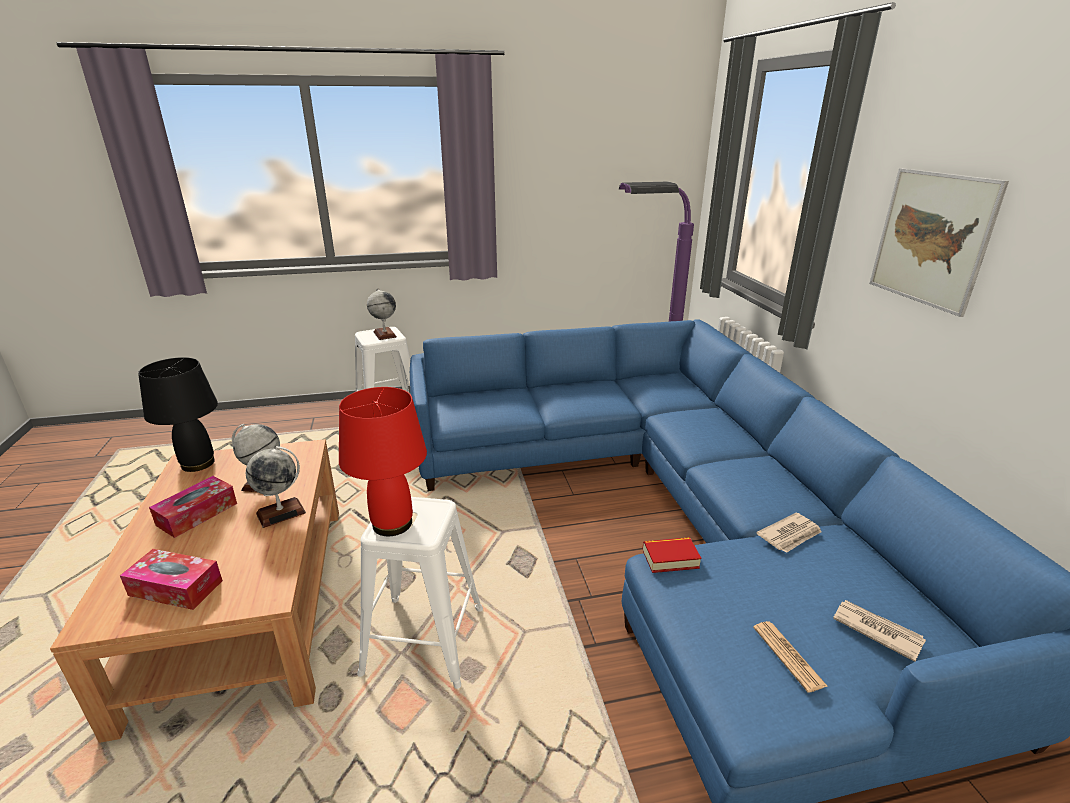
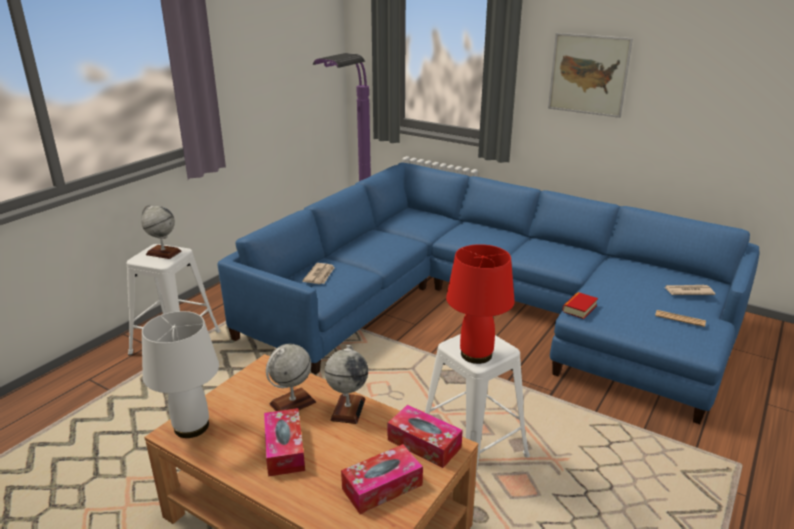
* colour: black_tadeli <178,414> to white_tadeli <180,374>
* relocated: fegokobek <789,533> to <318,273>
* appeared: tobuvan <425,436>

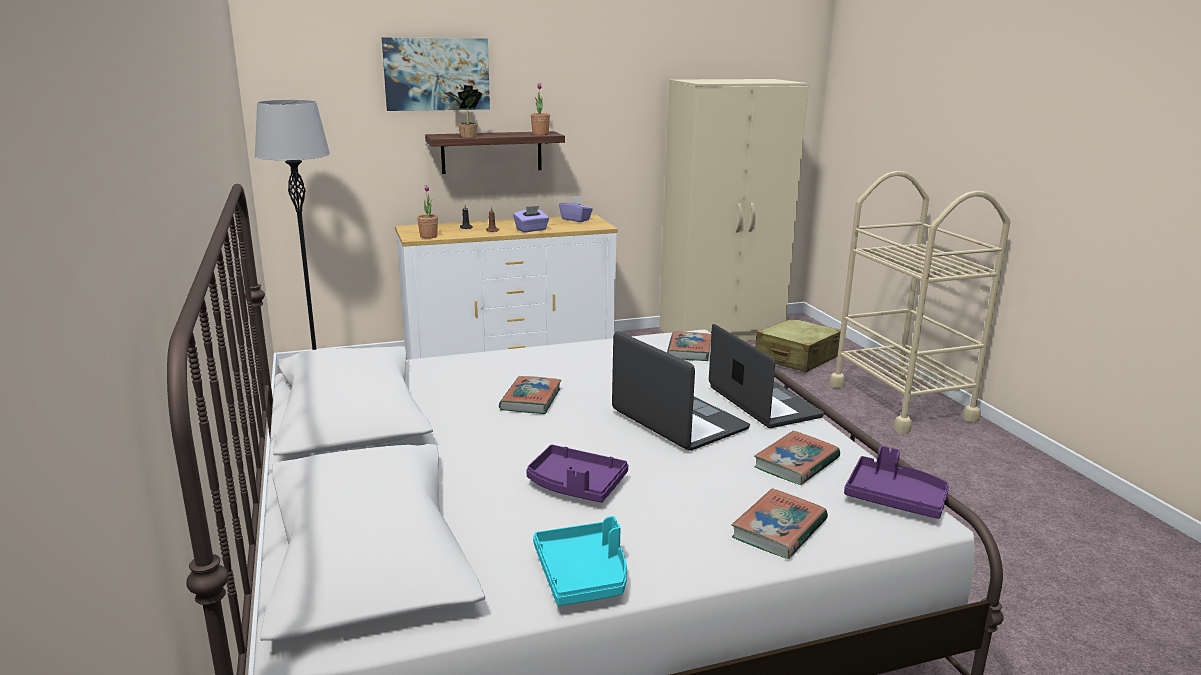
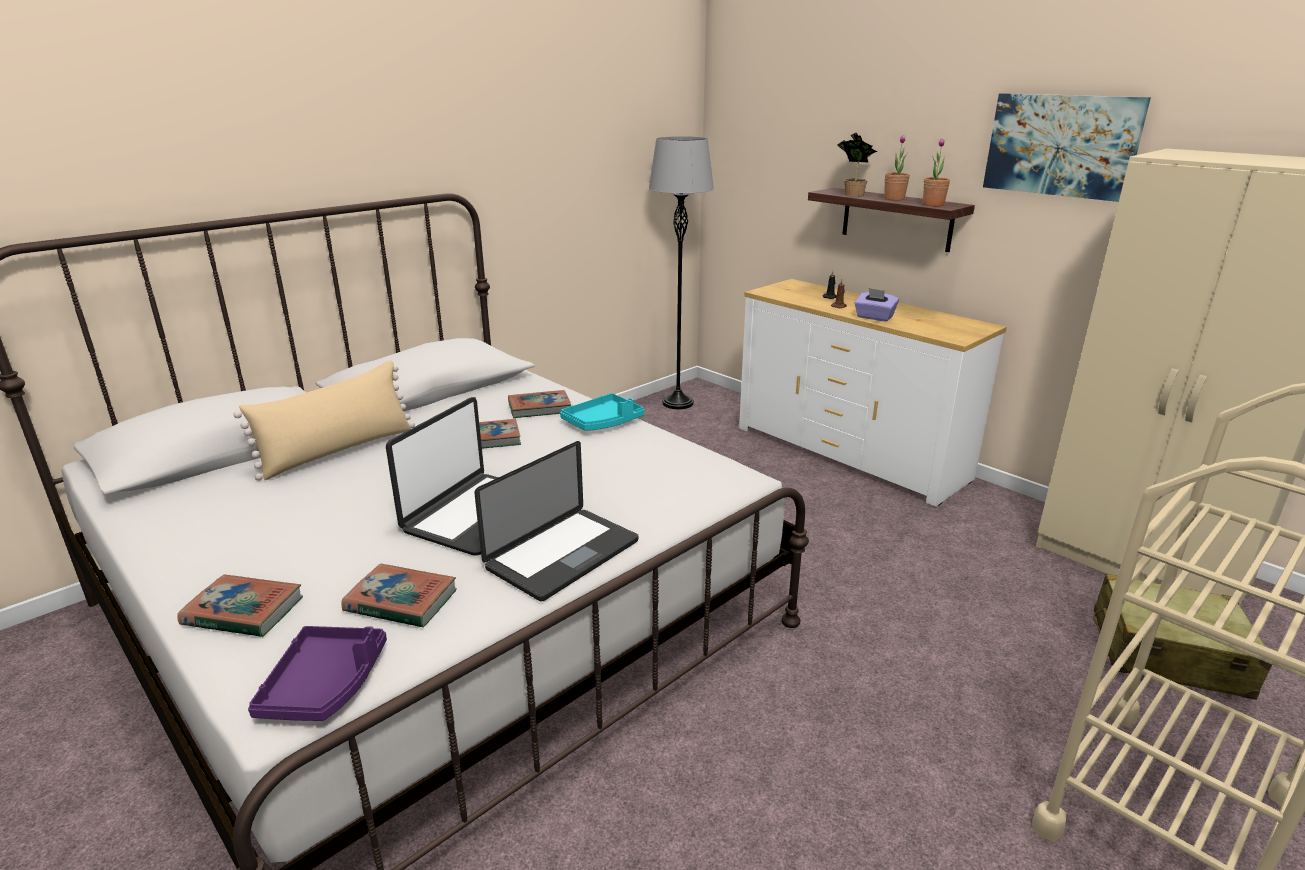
* appeared: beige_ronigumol <324,420>
* relocated: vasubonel <689,346> to <539,404>
* relocated: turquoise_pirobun <580,561> to <602,412>
* relocated: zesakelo <427,212> to <897,167>
* relocated: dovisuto <436,74> to <1067,147>
* missing: purple_pirobun <577,474>
* missing: purple_tobuvan <576,208>

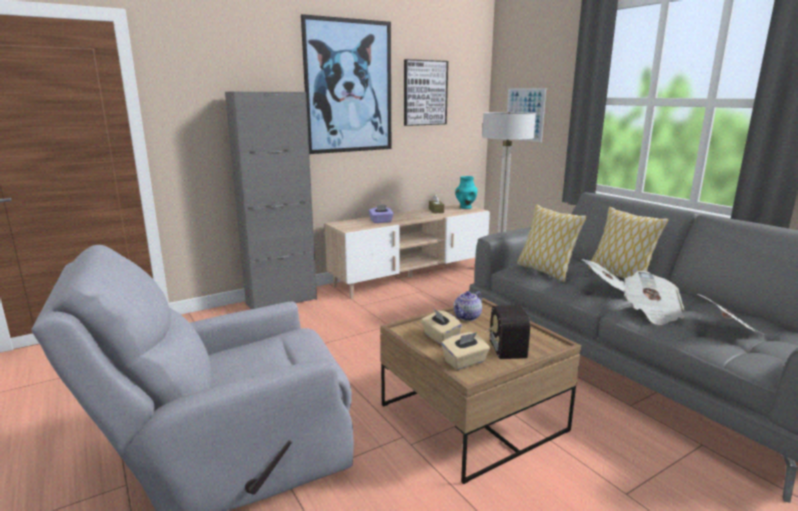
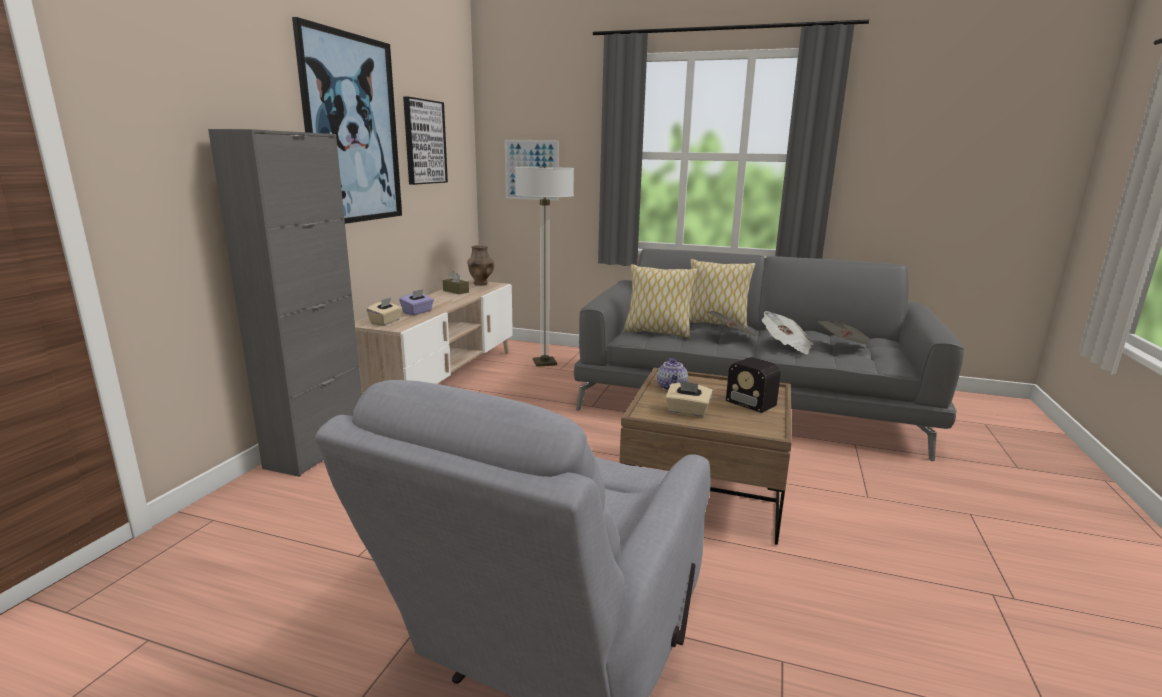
* relocated: beige_tobuvan <465,351> to <384,312>
* colour: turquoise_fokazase <466,192> to brown_fokazase <480,265>

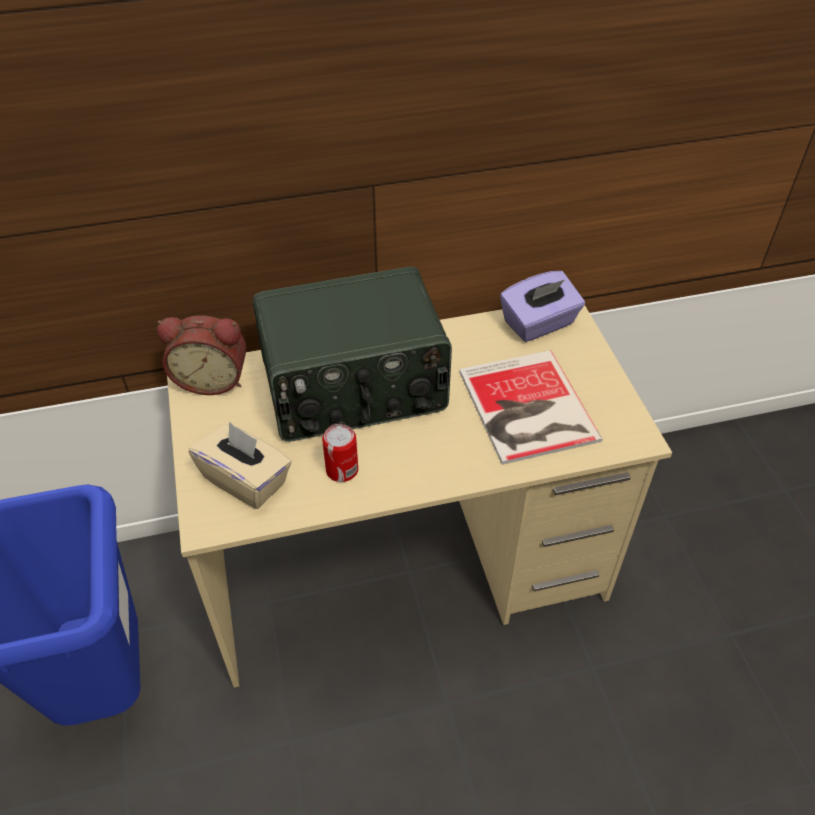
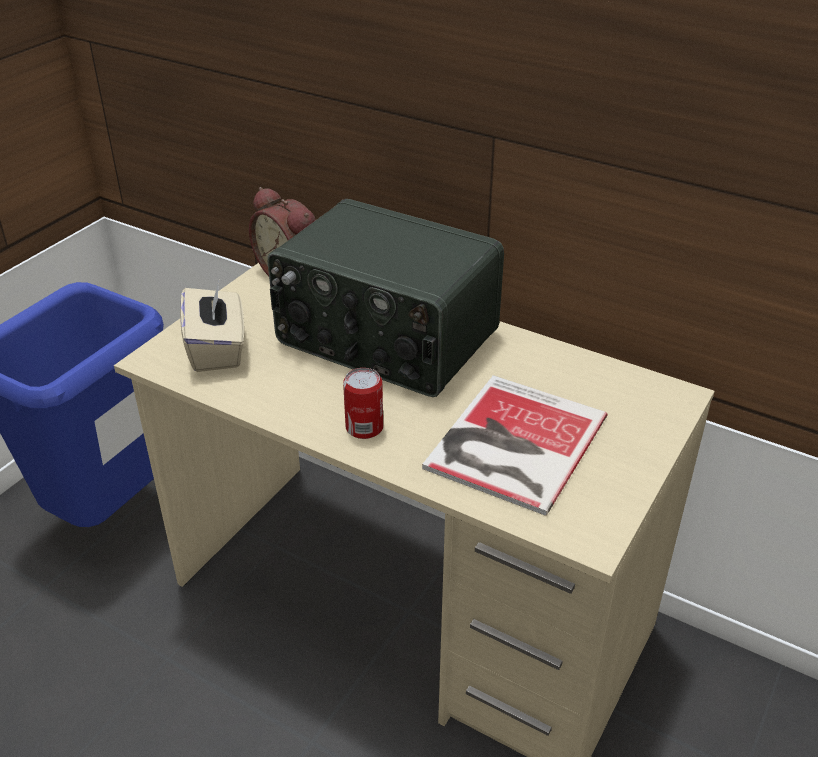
* relocated: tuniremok <340,453> to <363,403>
* missing: purple_tobuvan <542,306>

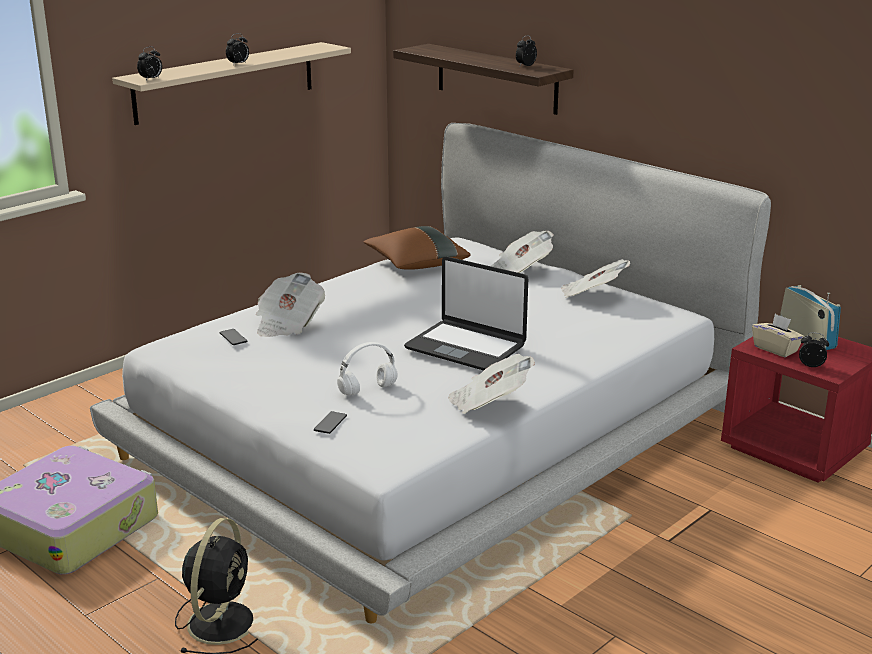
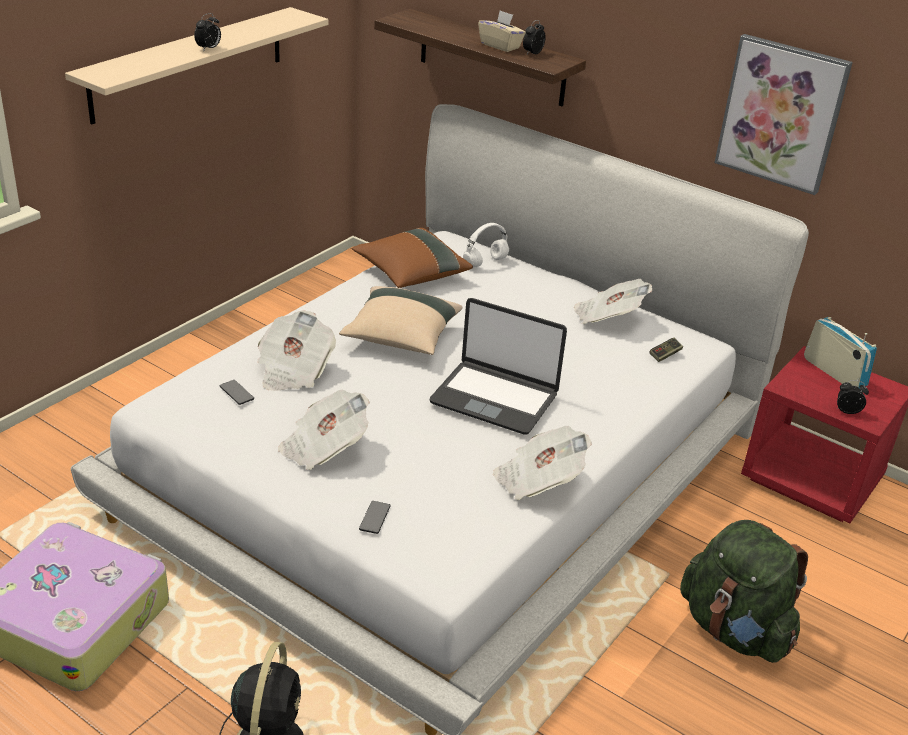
* relocated: fegokobek <522,252> to <324,429>
* appeared: beige_ronigumol <400,320>
* relocated: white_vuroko <367,368> to <486,245>
* relocated: beige_tobuvan <778,335> to <502,31>
* appeared: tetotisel <666,350>
* appeared: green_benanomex <744,591>
* appeared: dovisuto <783,114>
* missing: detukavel <149,63>

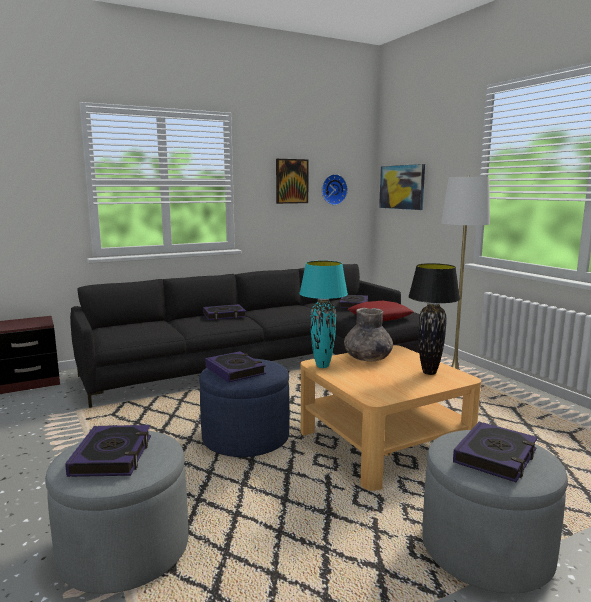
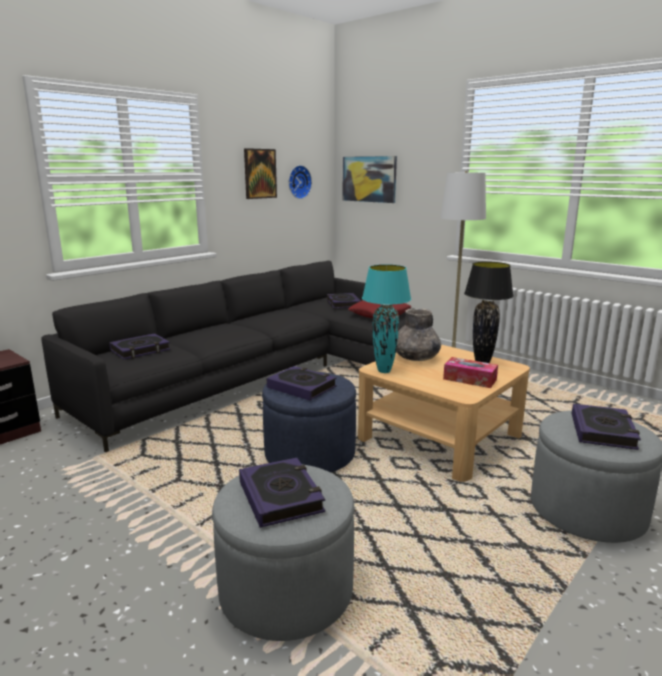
* relocated: vasubonel <224,312> to <139,346>
* appeared: tobuvan <470,372>

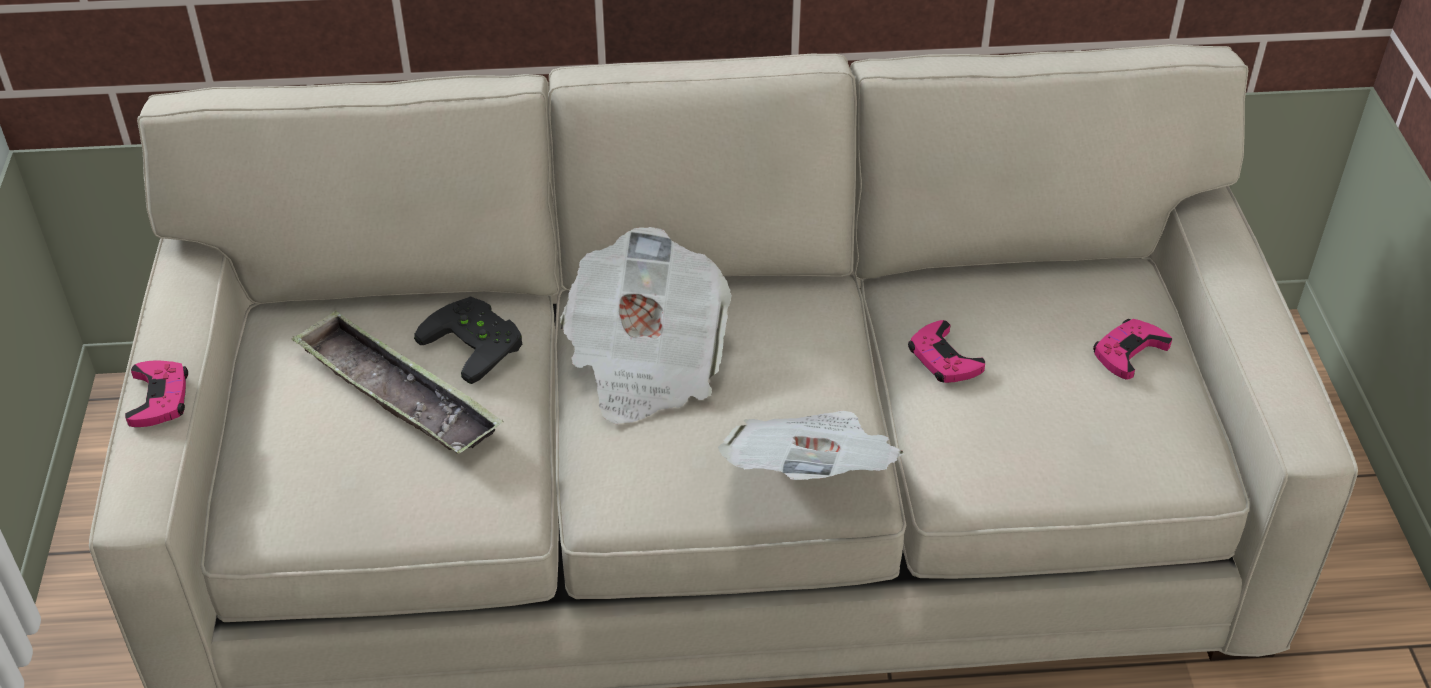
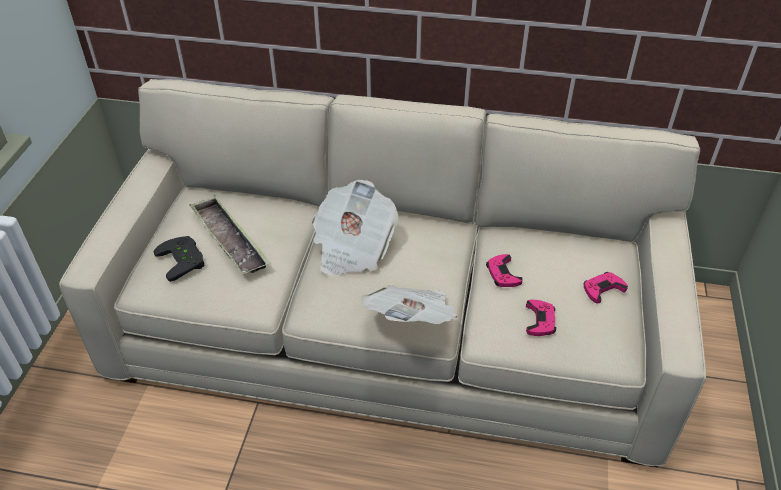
* relocated: black_tetotisel <468,340> to <179,259>
* relocated: pink_tetotisel <156,393> to <541,318>

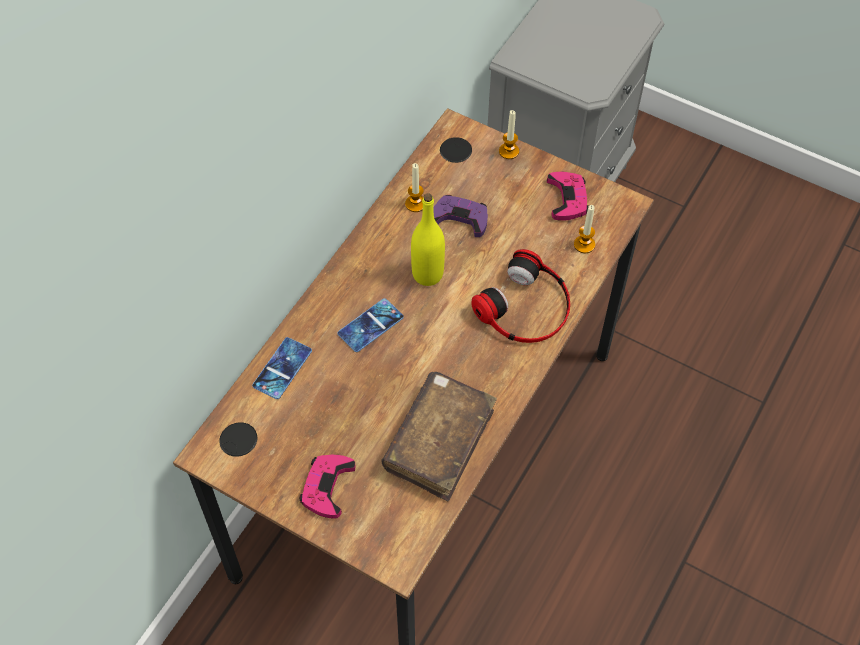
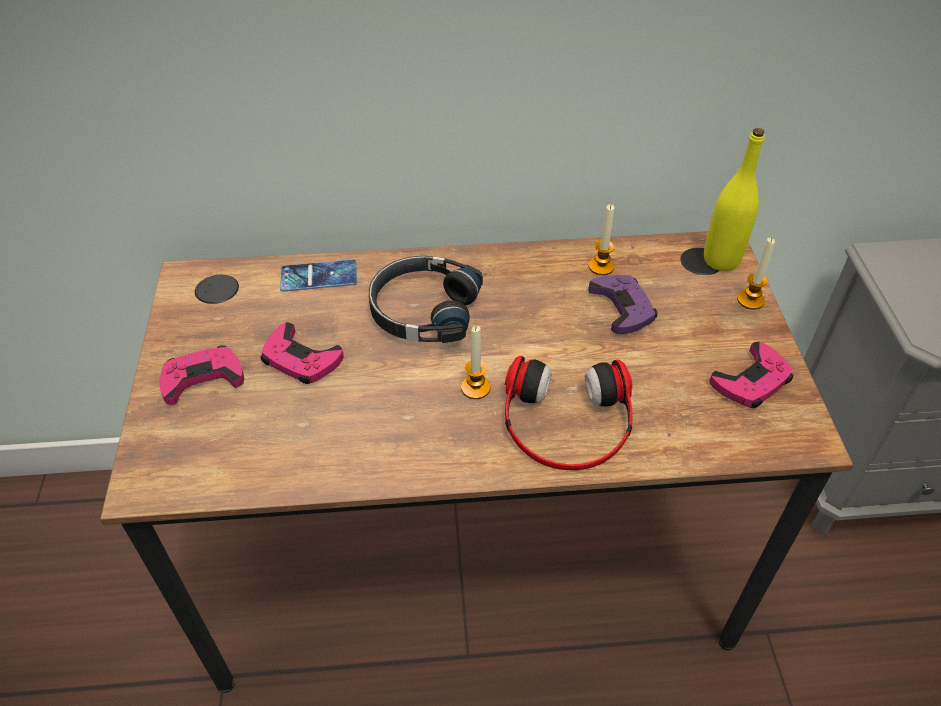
* appeared: pink_tetotisel <302,353>
* exchanged: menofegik <371,325> to black_vuroko <426,299>
* relocated: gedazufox <584,229> to <476,362>
* relocated: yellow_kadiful <428,239> to <734,199>
* missing: brown_vasubonel <439,436>

